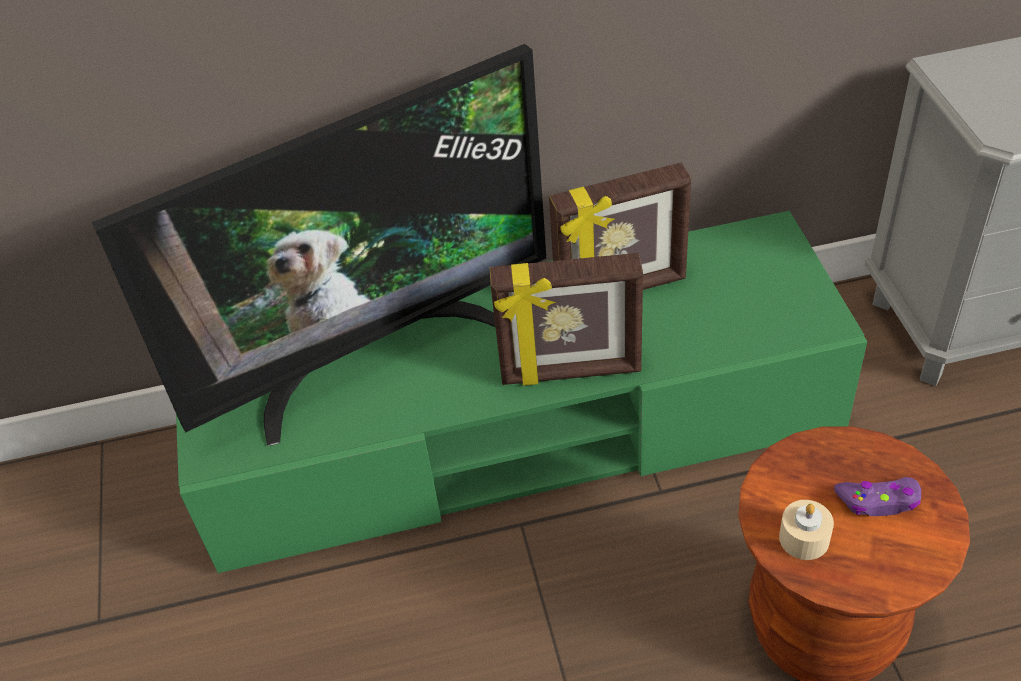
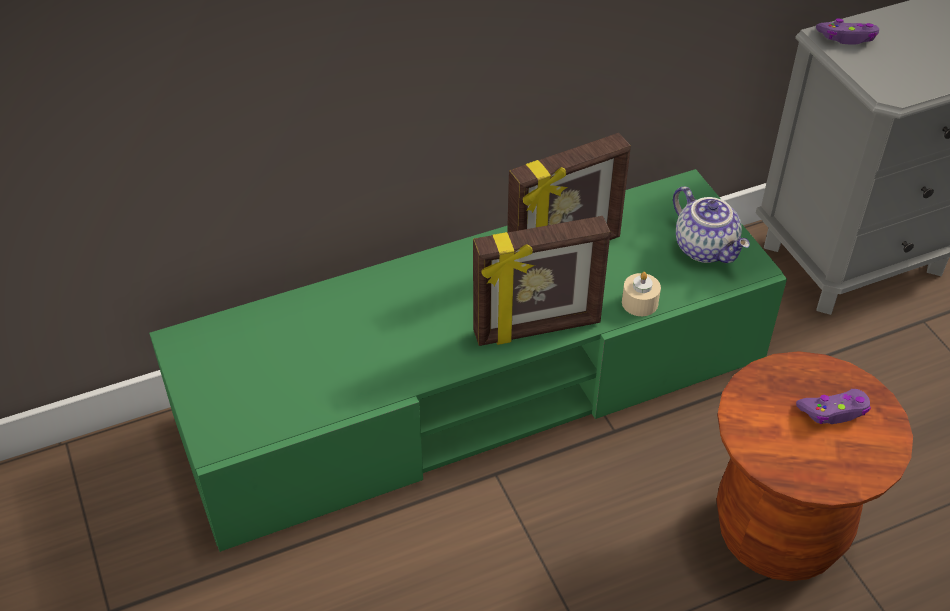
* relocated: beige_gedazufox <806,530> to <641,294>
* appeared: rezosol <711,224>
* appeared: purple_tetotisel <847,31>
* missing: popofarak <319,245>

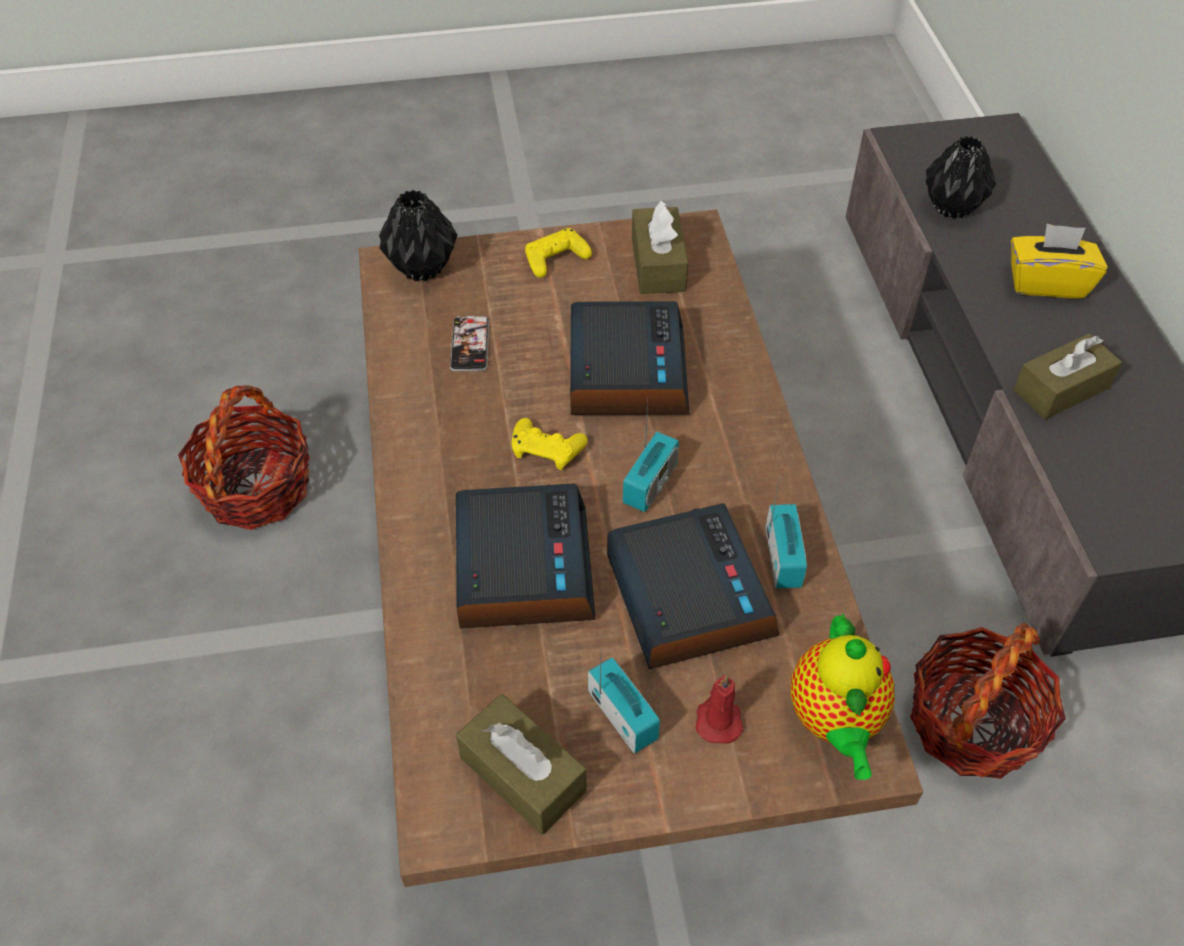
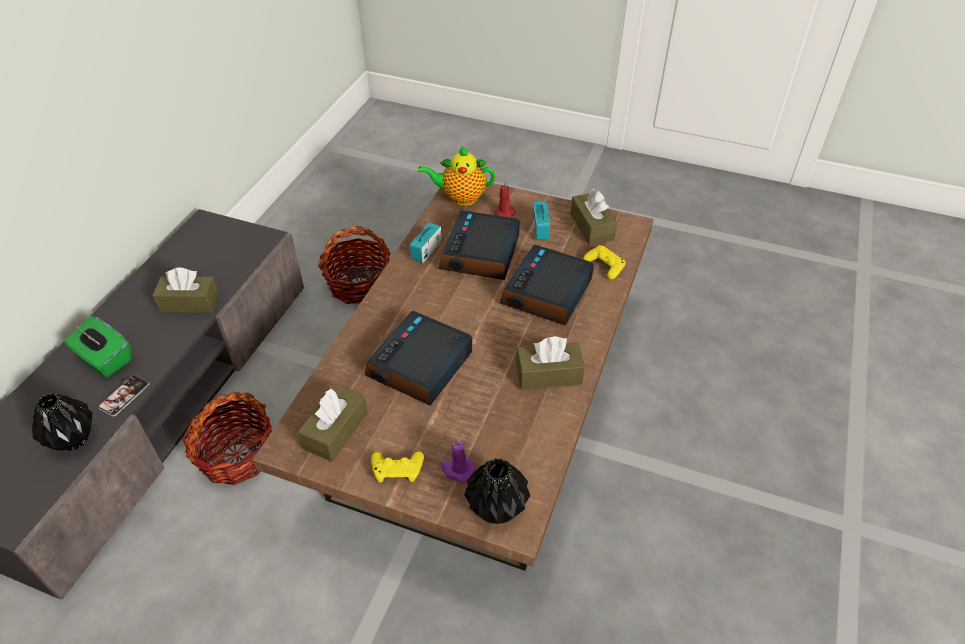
* colour: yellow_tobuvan <1059,261> to green_tobuvan <98,346>
* relocated: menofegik <469,344> to <124,395>
* relocated: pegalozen <244,458> to <227,438>
* spun: rezosol <842,696> = <456,175> 120 degrees counterclockwise
* appeared: purple_gedazufox <458,460>
* appeared: brown_tobuvan <550,363>
* relocated: yellow_tetotisel <549,444> to <604,262>
* missing: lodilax <651,457>

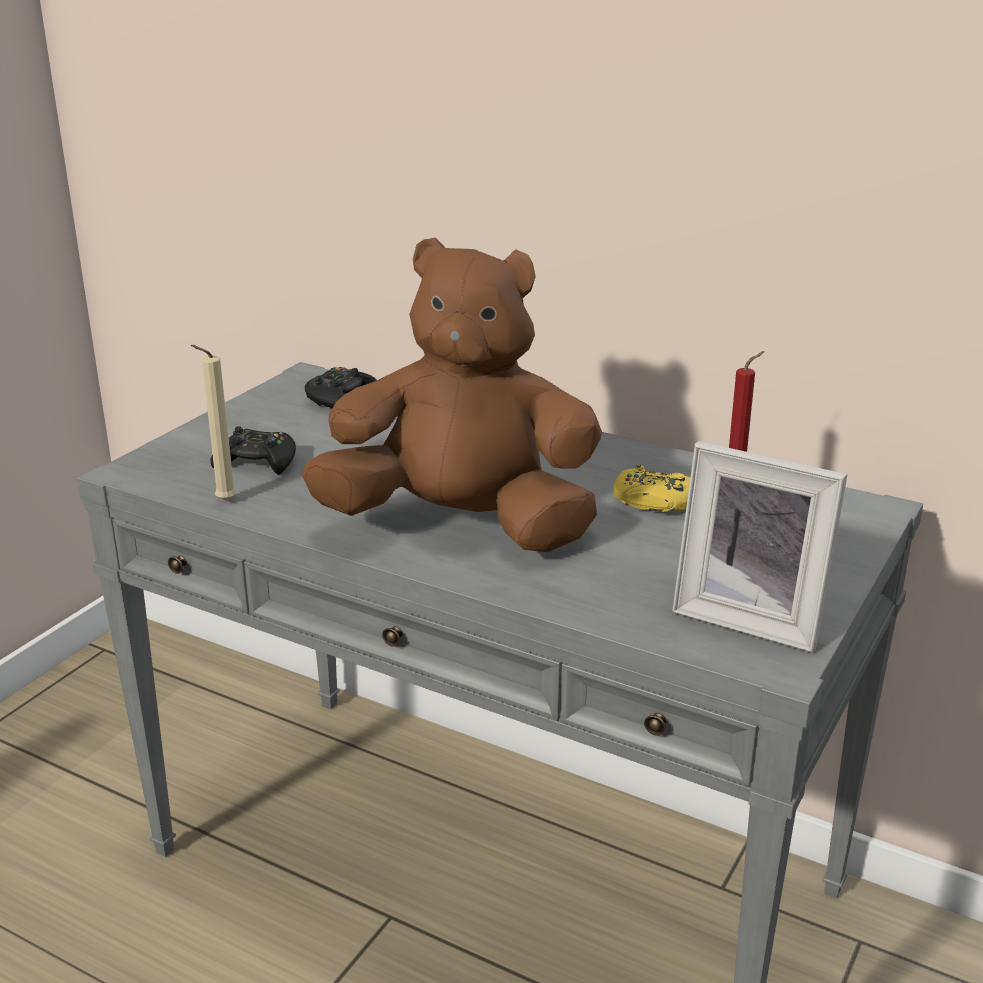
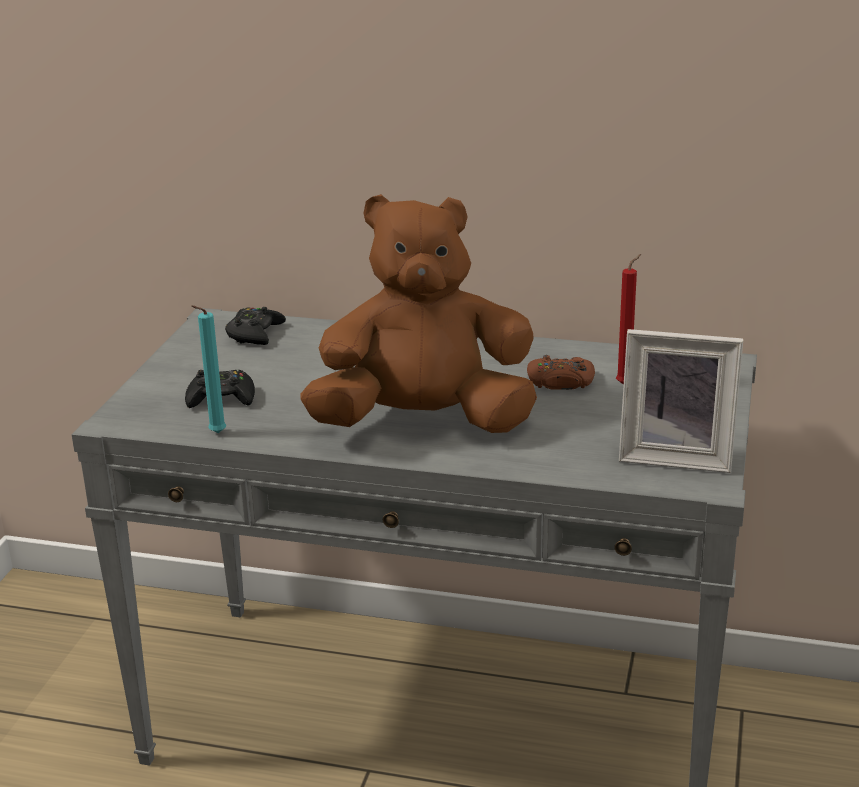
* colour: beige_gedazufox <213,423> to turquoise_gedazufox <209,369>
* colour: yellow_tetotisel <652,489> to brown_tetotisel <561,372>

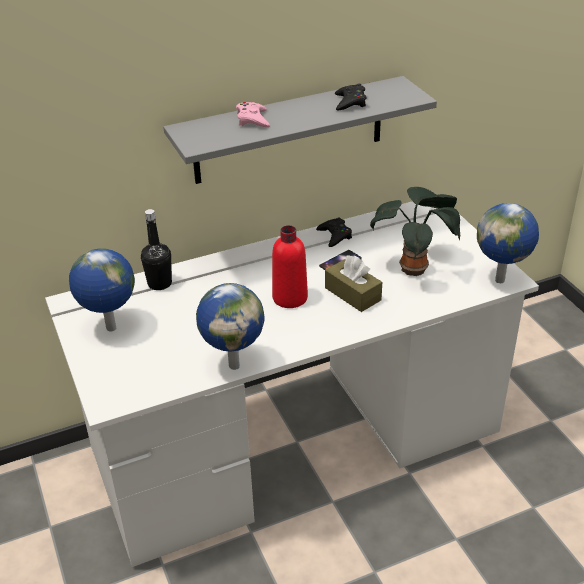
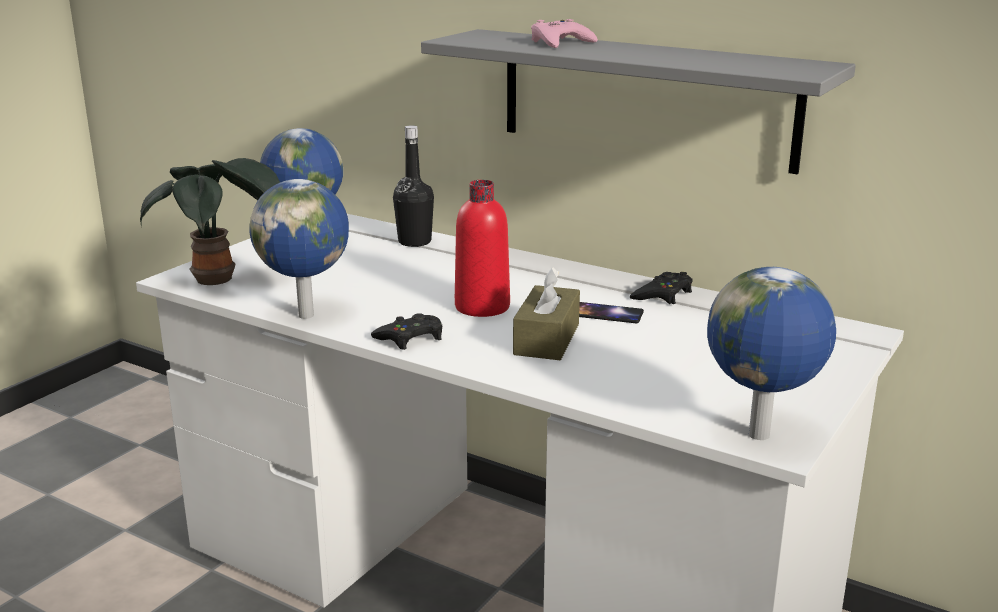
* relocated: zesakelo <415,231> to <210,221>
* relocated: black_tetotisel <350,96> to <406,332>

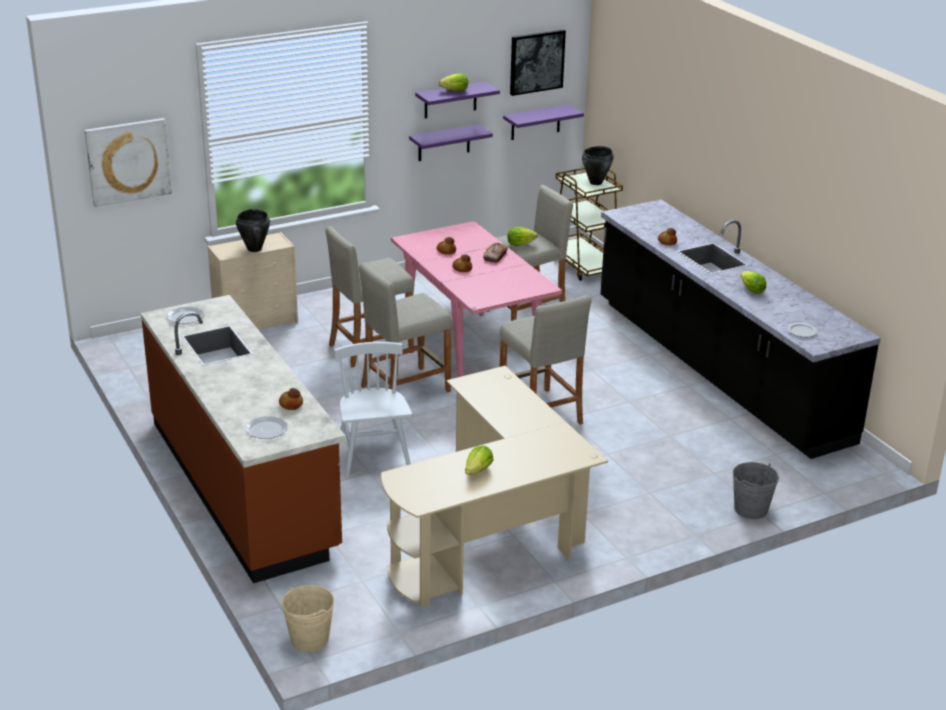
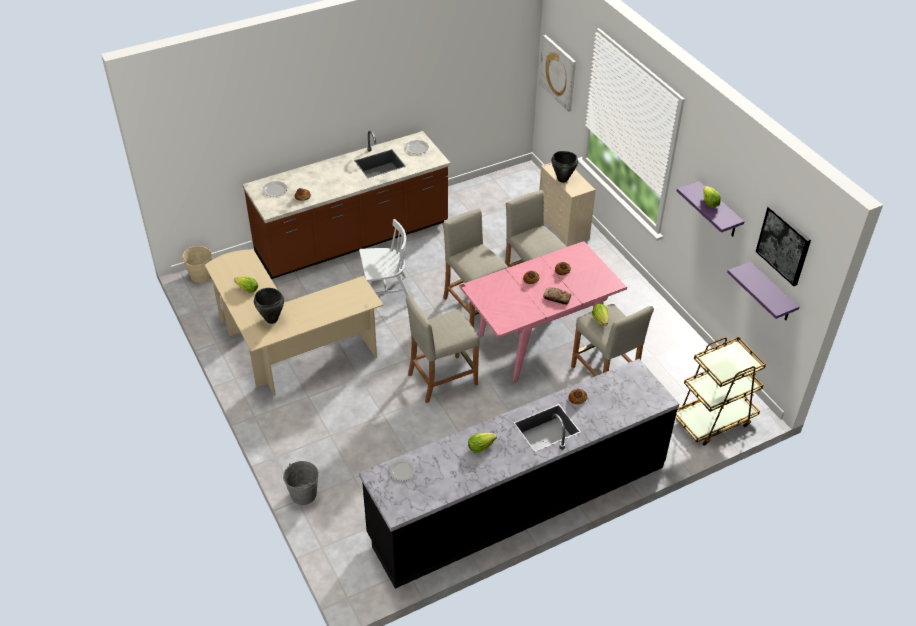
* relocated: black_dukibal <598,165> to <269,306>
* missing: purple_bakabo <451,142>

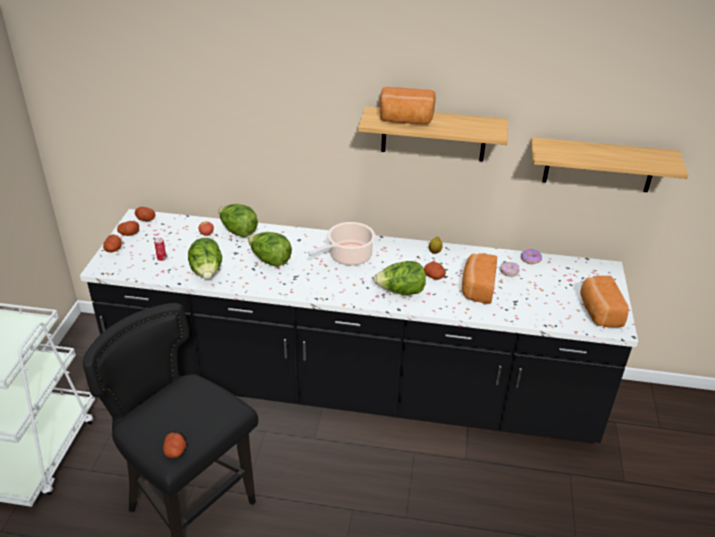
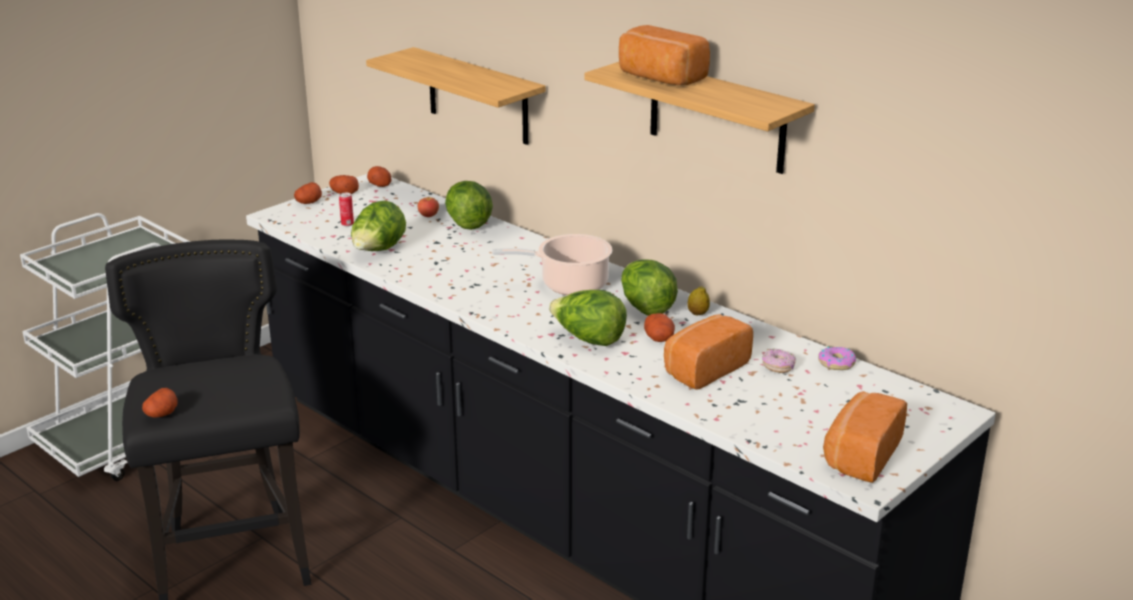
* relocated: bakabo <609,164> to <456,96>
* relocated: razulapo <270,249> to <649,287>

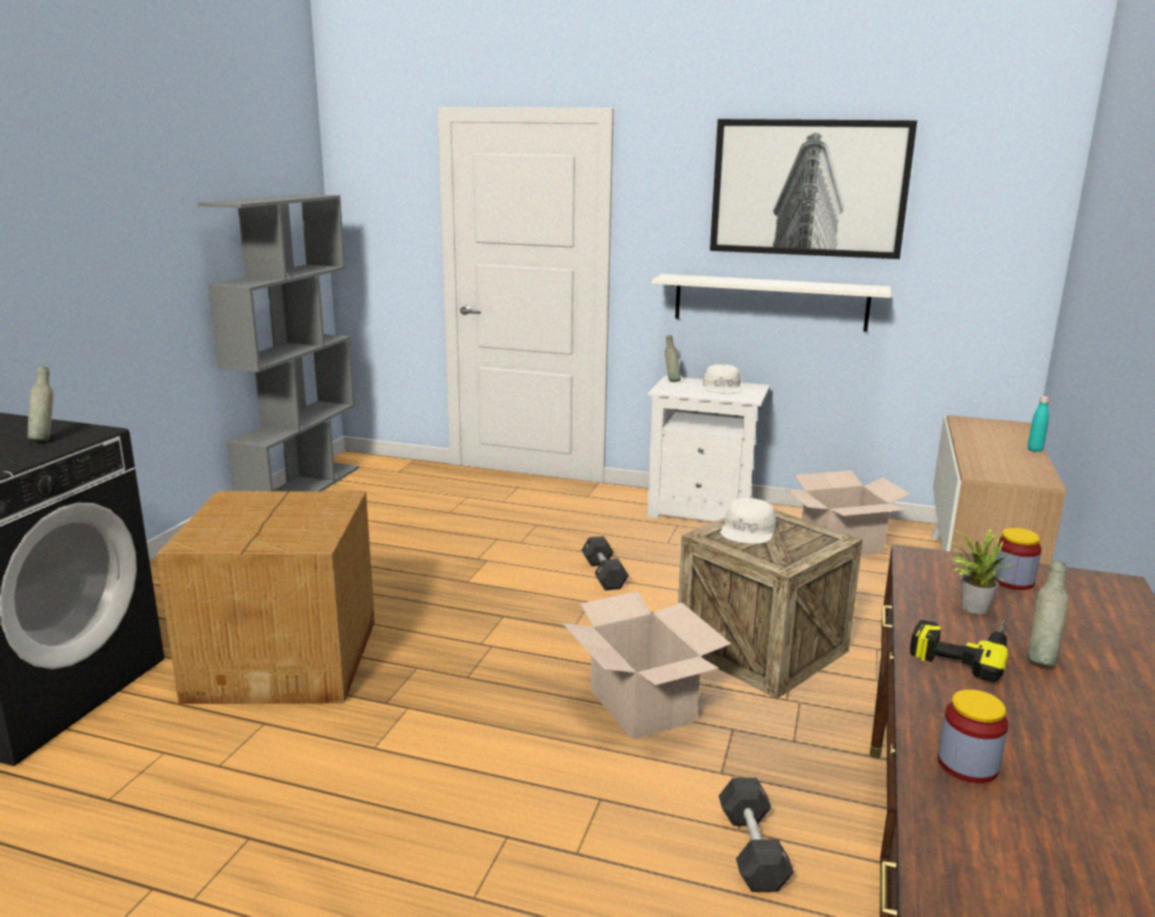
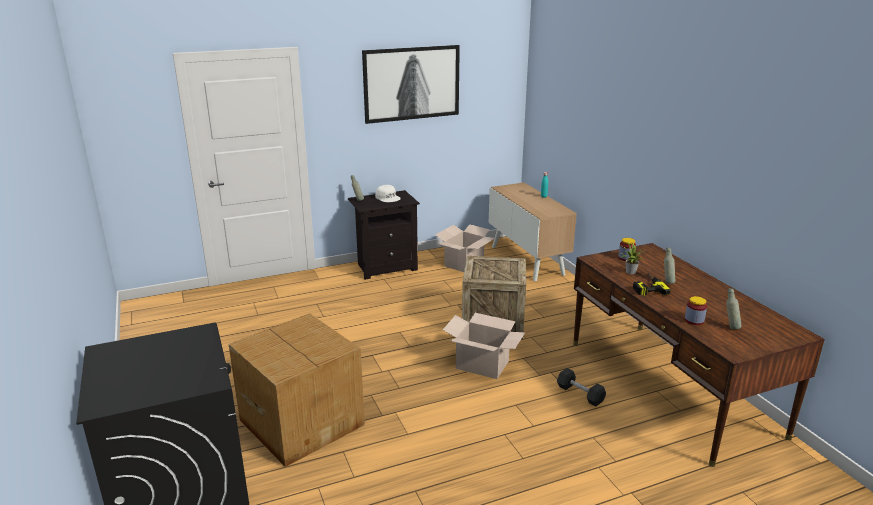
* colour: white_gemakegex <708,448> to black_gemakegex <384,235>
* relocated: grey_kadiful <40,403> to <733,309>
* missing: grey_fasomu <278,342>
* missing: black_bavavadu <605,563>
* missing: white_bakabo <771,303>
* missing: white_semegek <748,521>

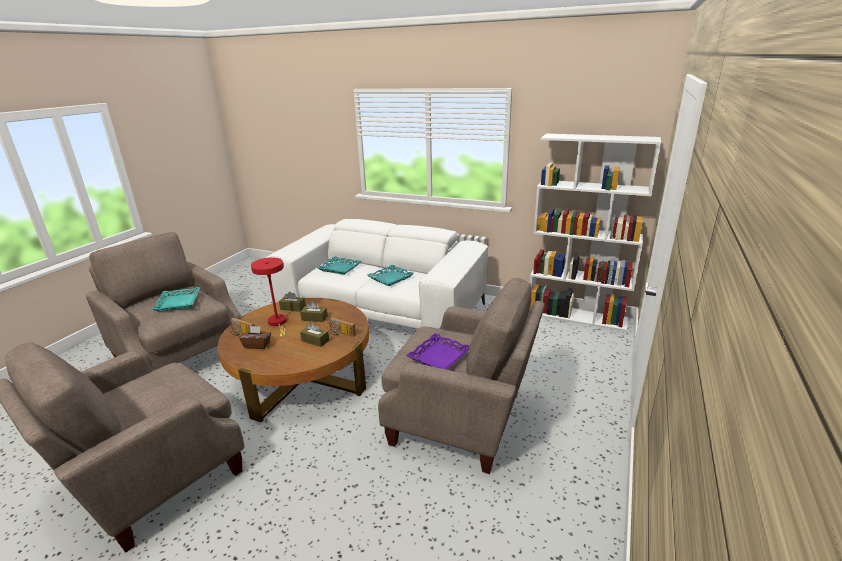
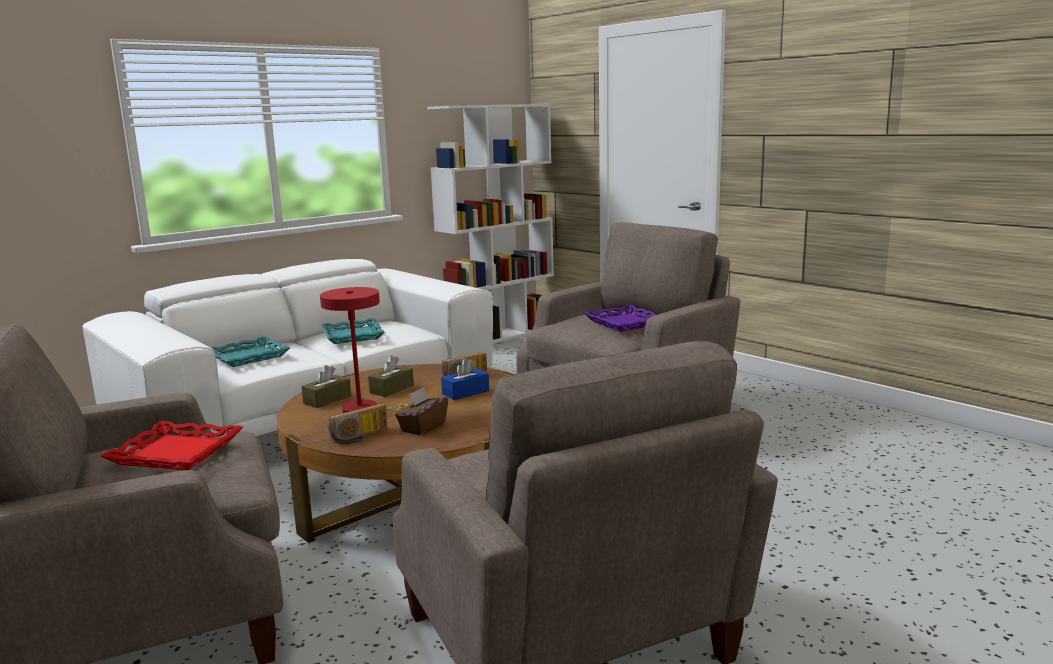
* colour: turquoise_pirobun <176,299> to red_pirobun <171,445>
* colour: brown_tobuvan <314,335> to blue_tobuvan <465,379>

